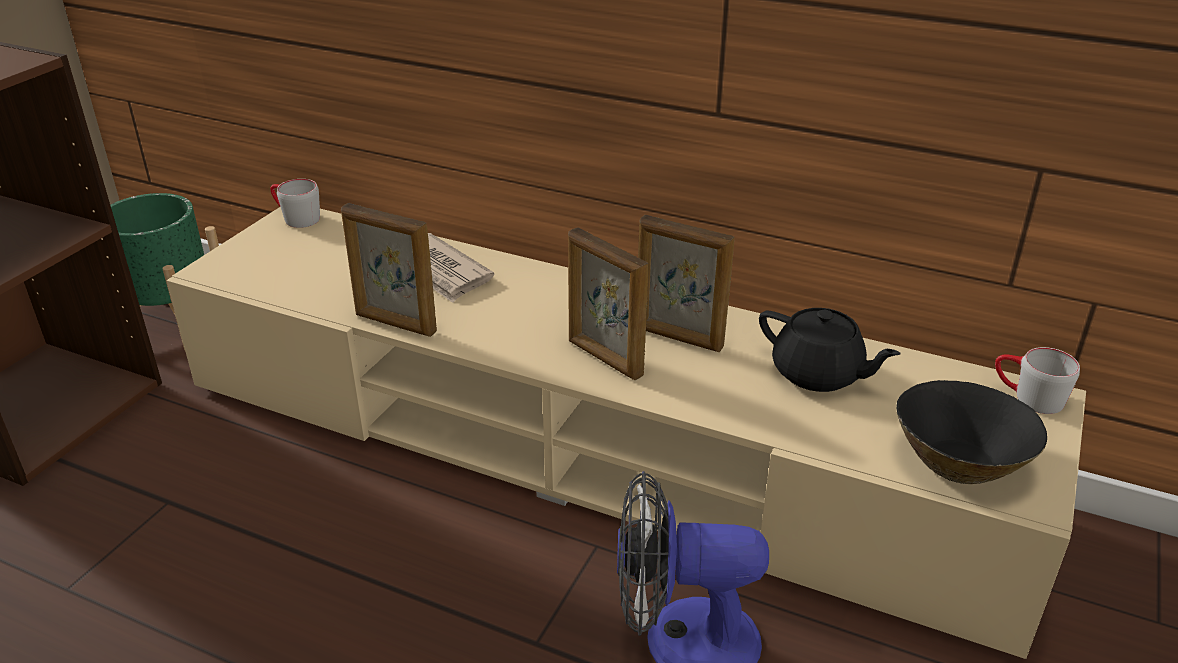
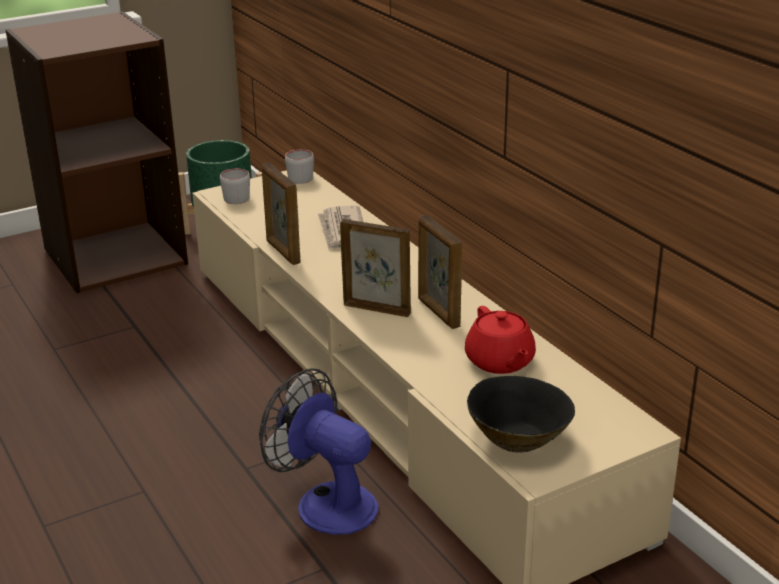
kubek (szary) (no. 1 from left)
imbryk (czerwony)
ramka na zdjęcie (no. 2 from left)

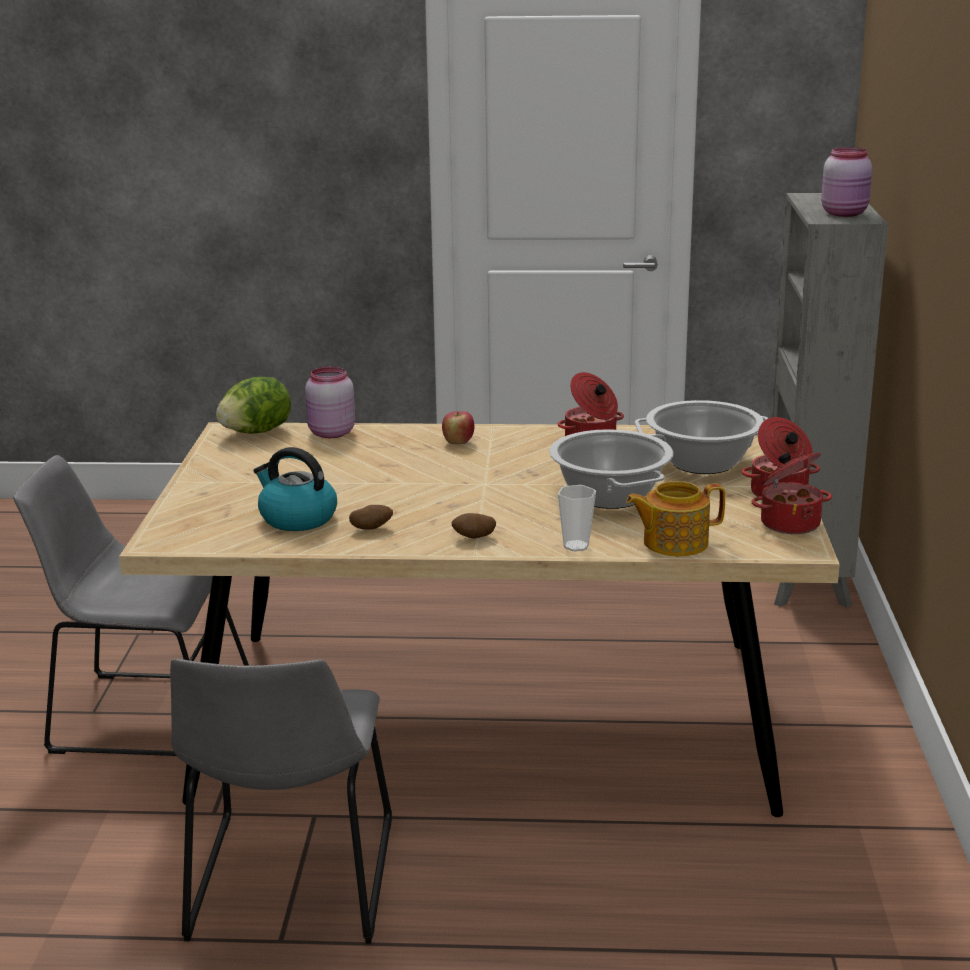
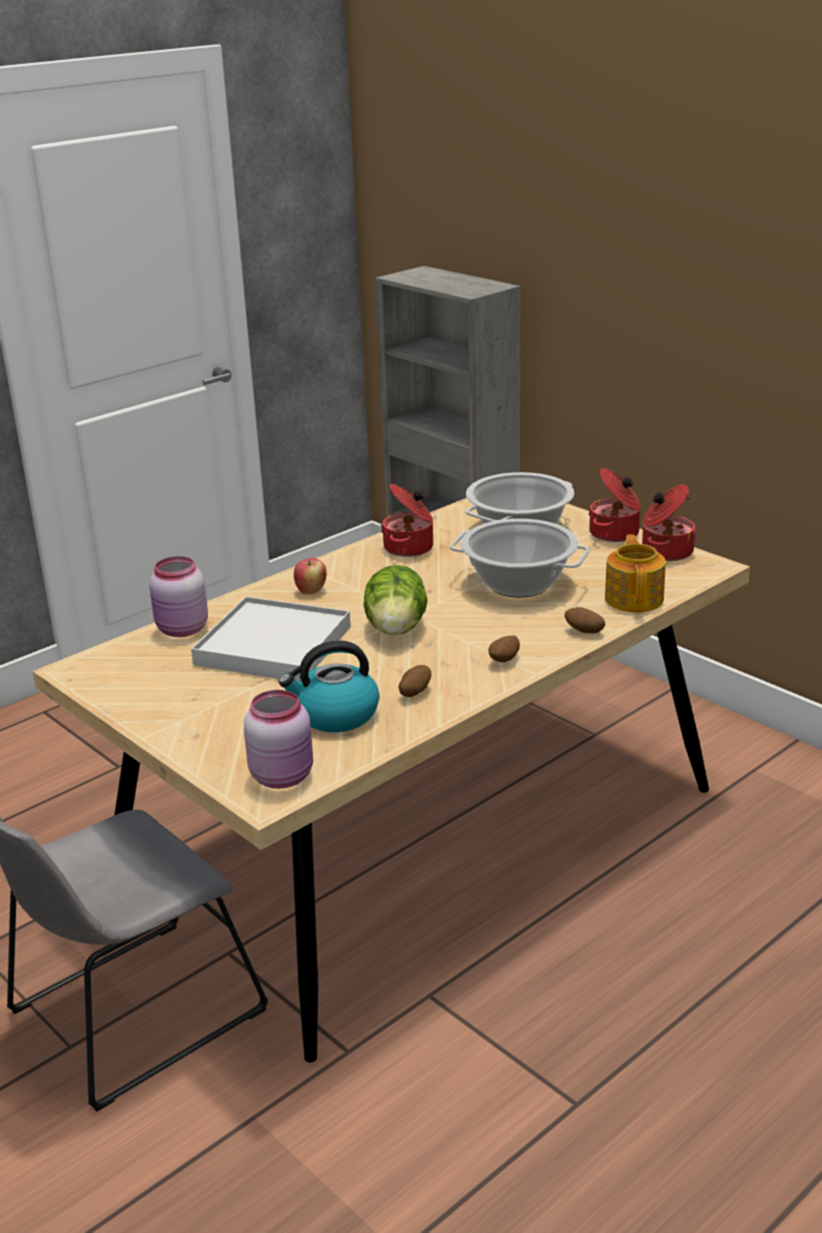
krzesło (szary) (no. 2 from left in the first image)
taca (biały)
sałata
słoik (różowy) (no. 2 from left)
ziemniak (no. 3 from left)
imbryk

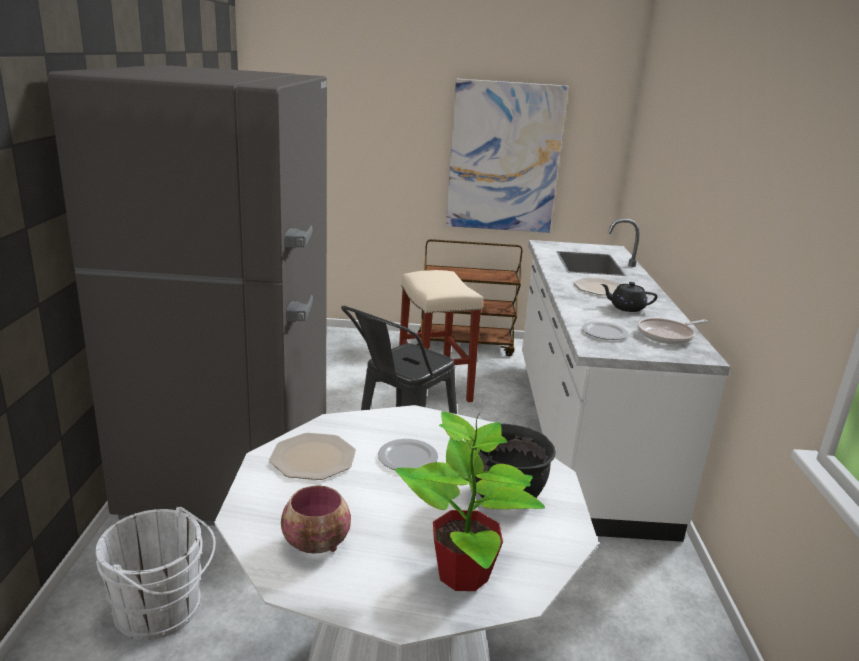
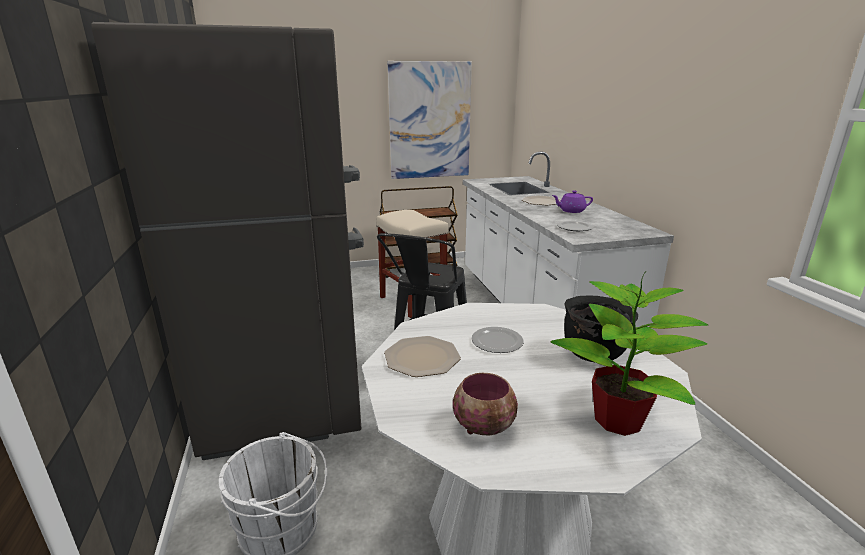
patelnia
imbryk (fioletowy)

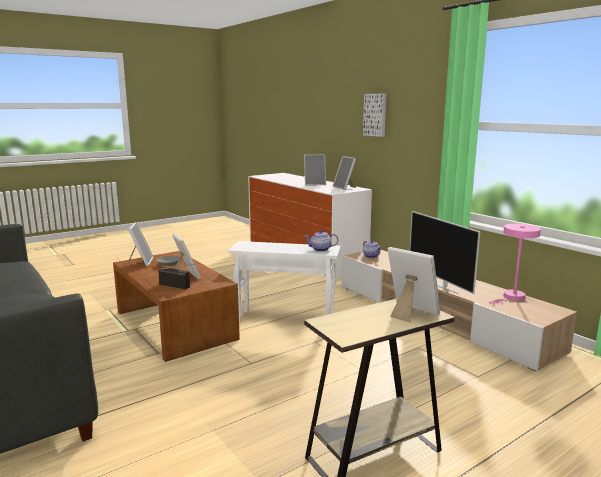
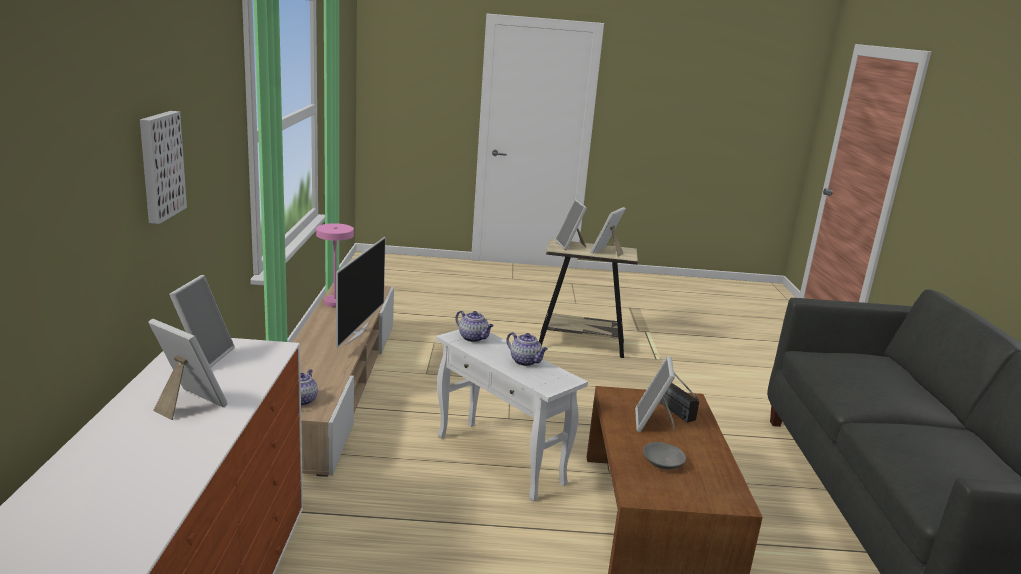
imbryk (no. 3 from left)
ramka na zdjęcie (no. 4 from left)

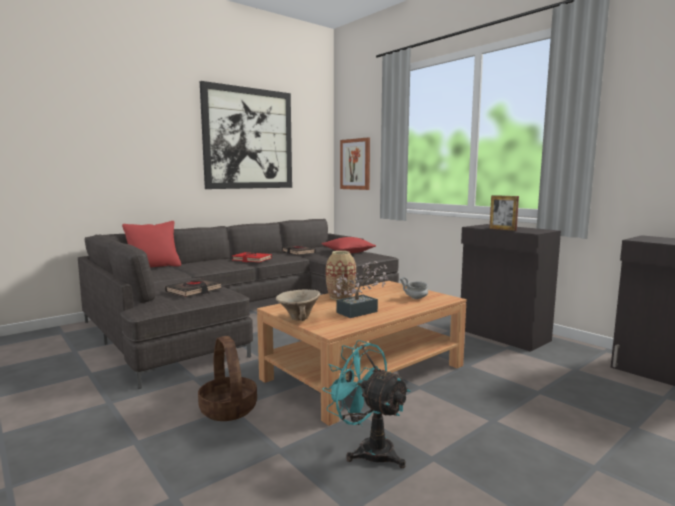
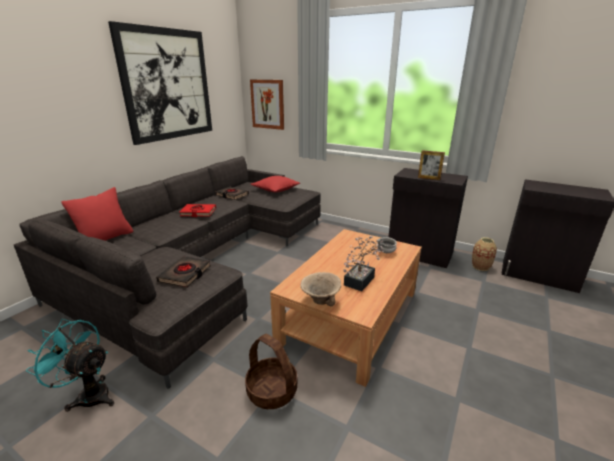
wentylator (turkusowy)
wazon

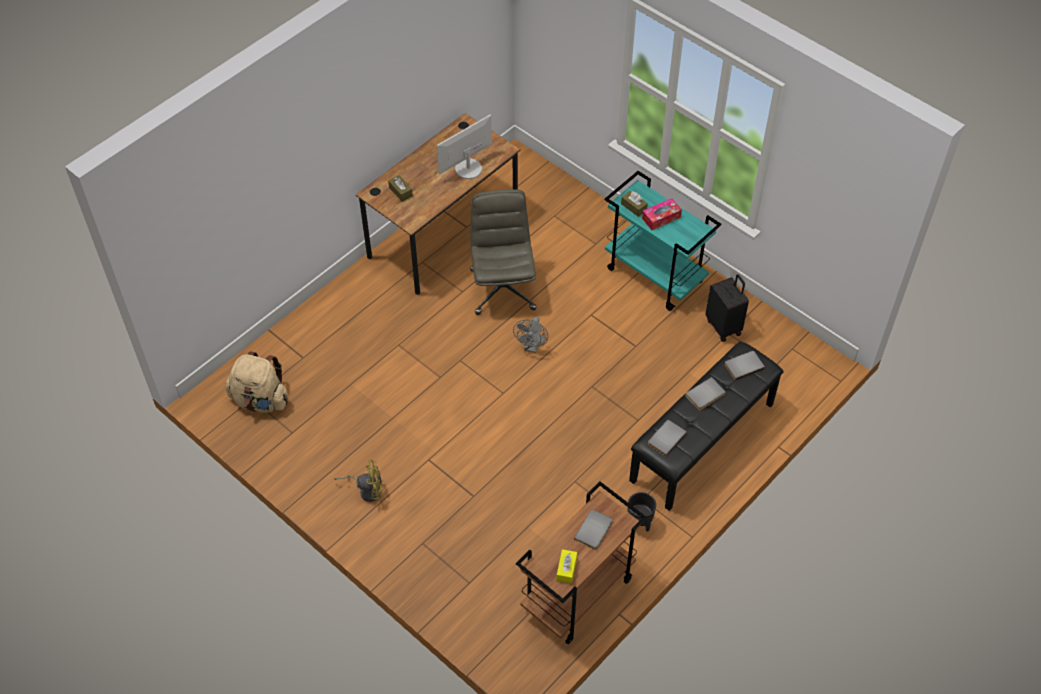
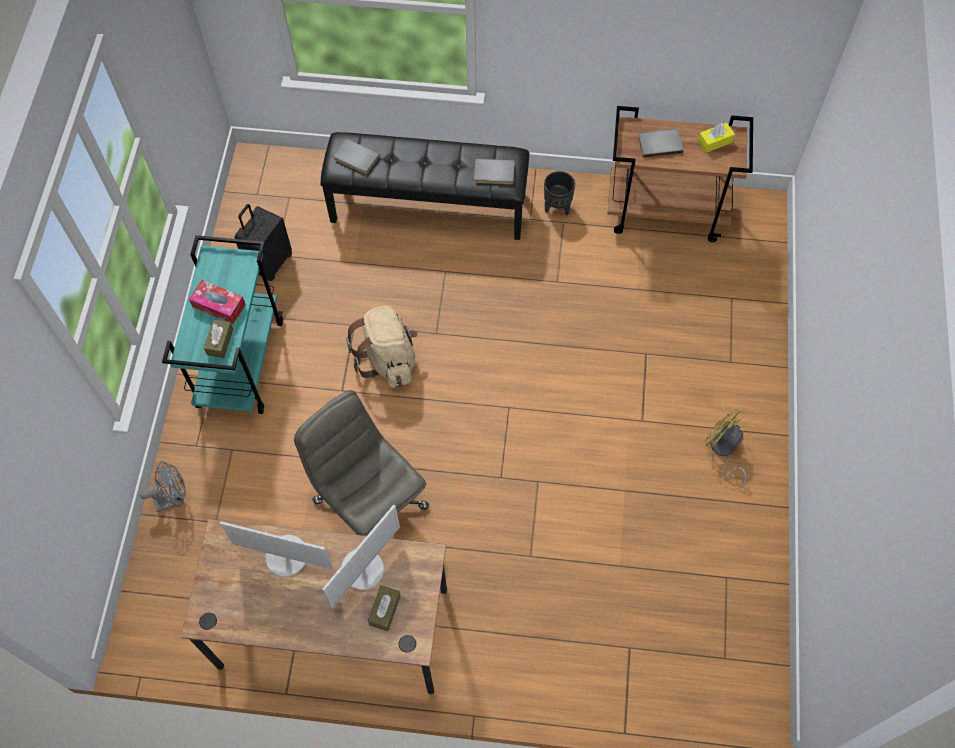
książka (szary) (no. 3 from left in the first image)
monitor (no. 2 from left)
plecak (beżowy)
wentylator (szary)
krzesło biurowe (szary)

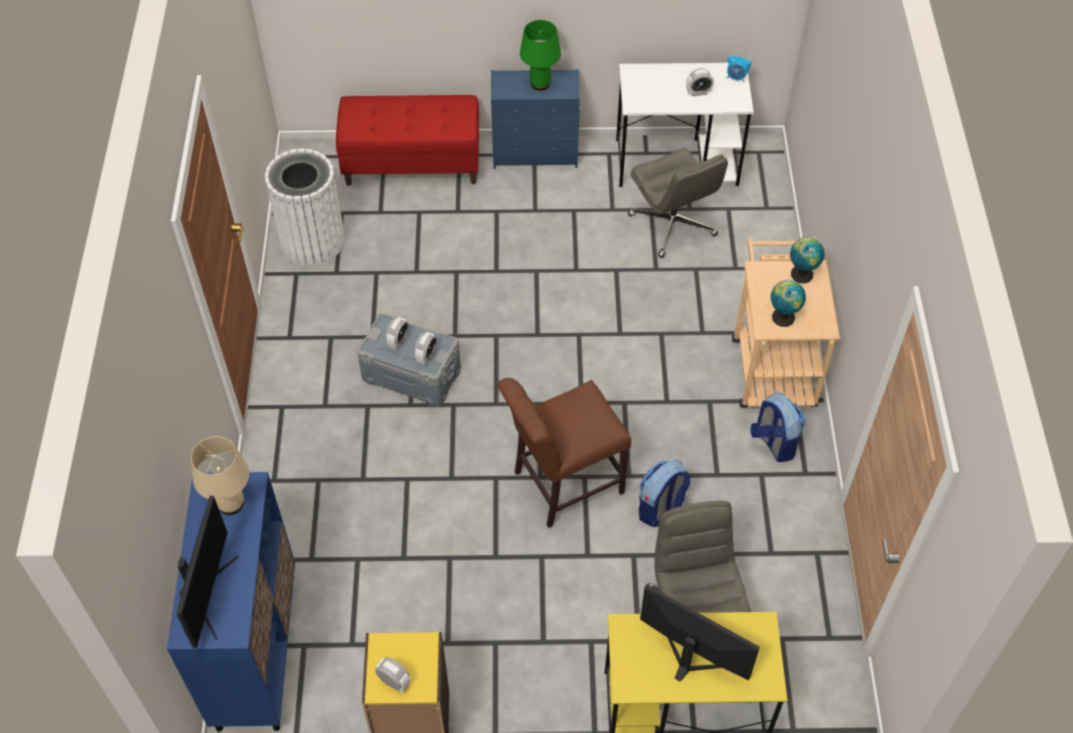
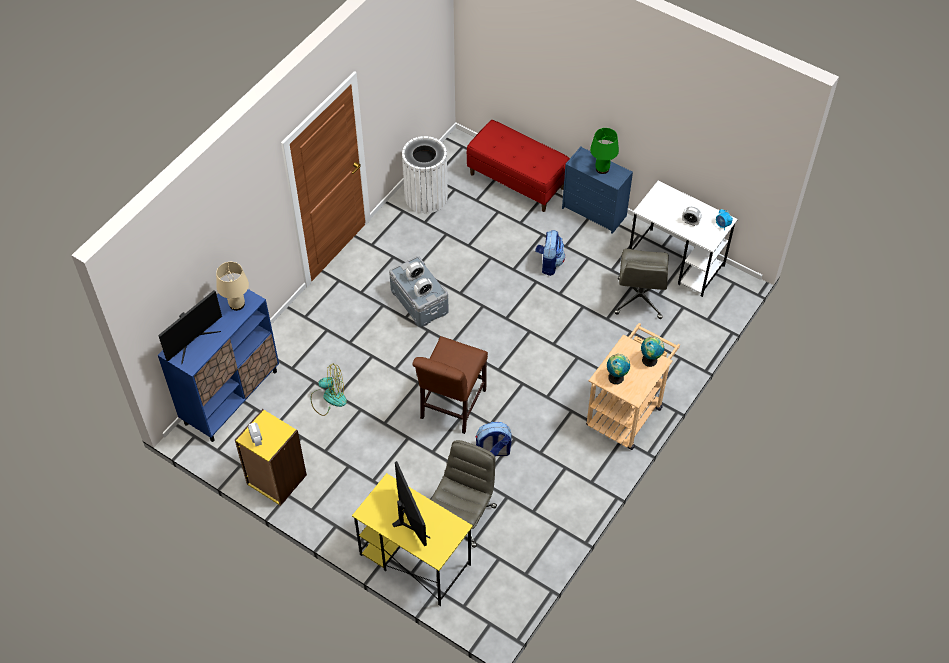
wentylator
plecak (no. 2 from left)
krzesło (brązowy)

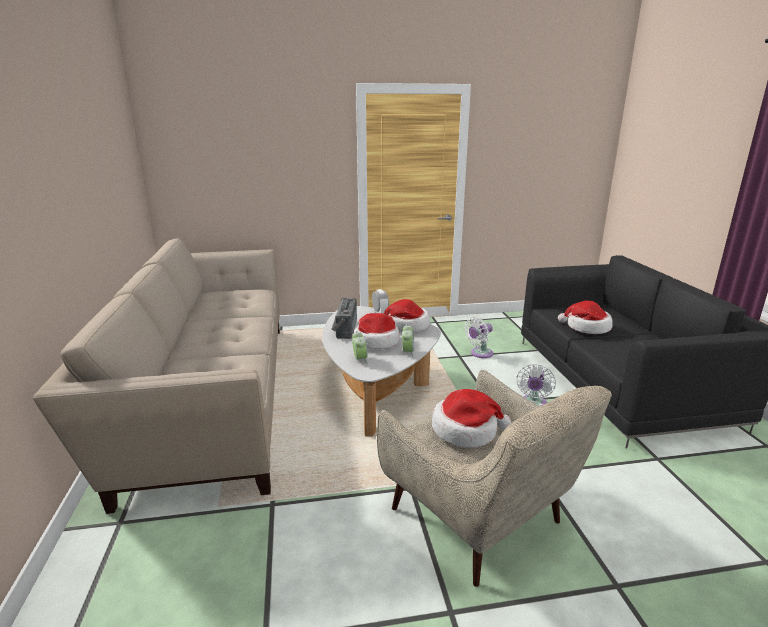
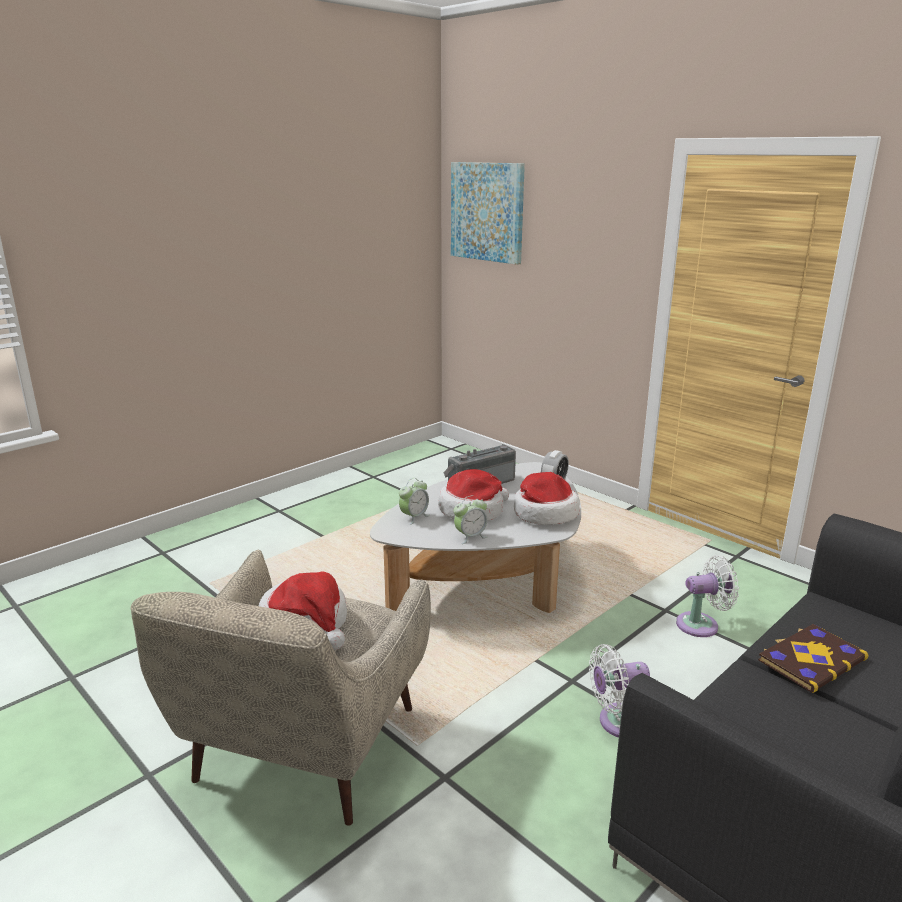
kanapa (beżowy)
obraz
książka
wentylator (biały) (no. 2 from left)

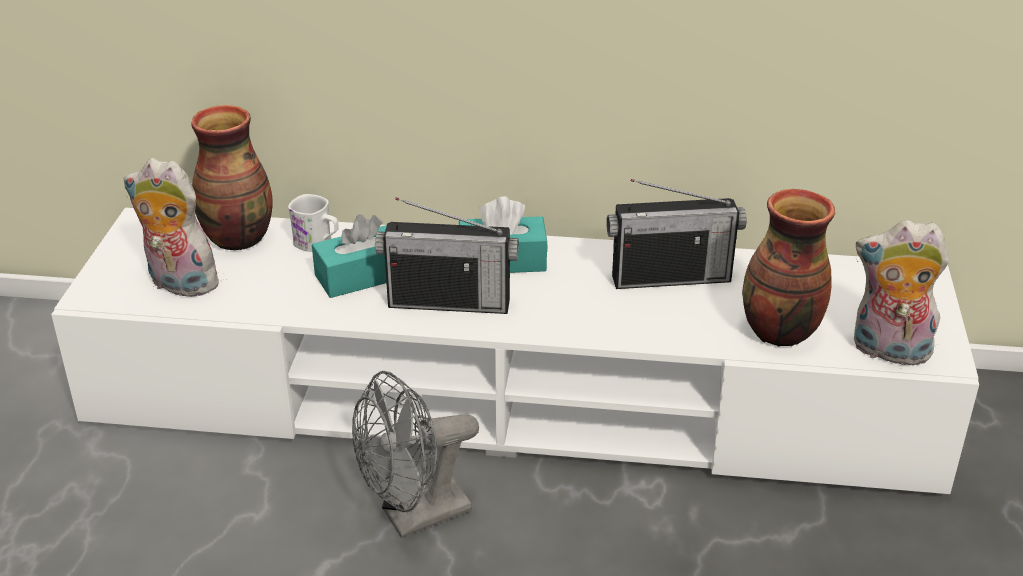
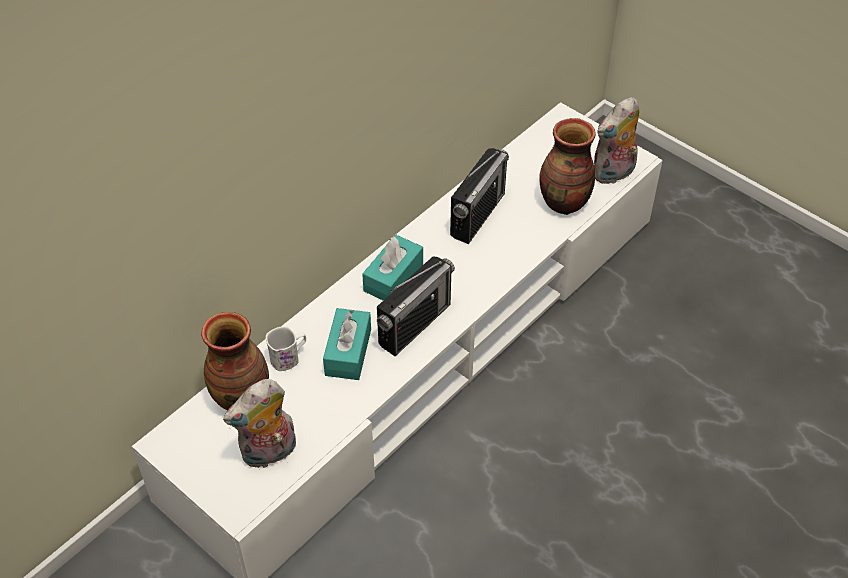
wentylator (szary)

